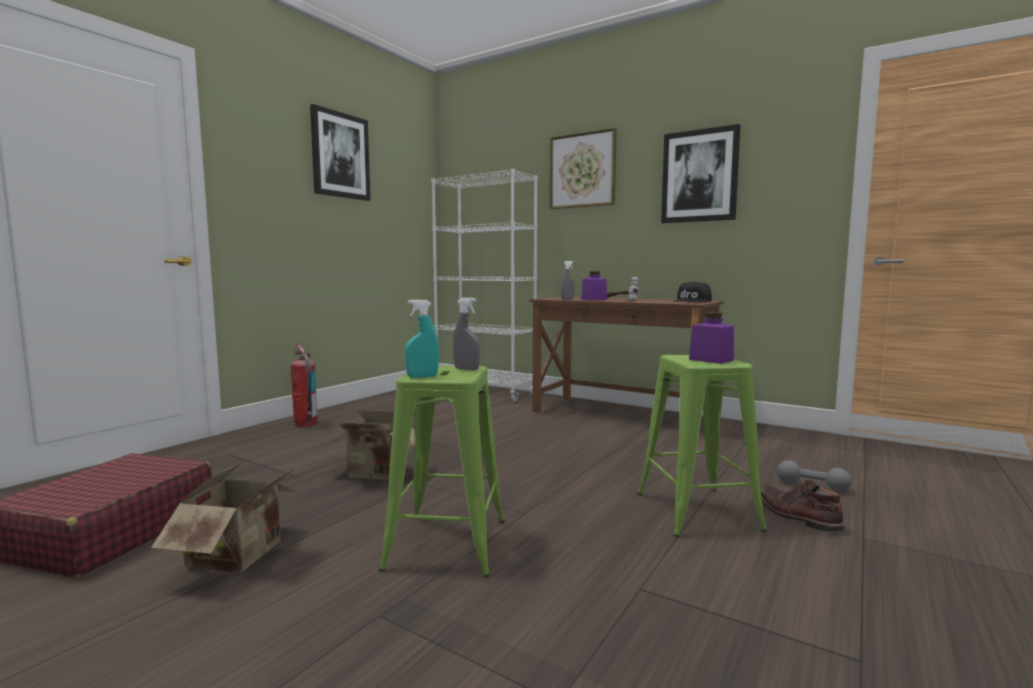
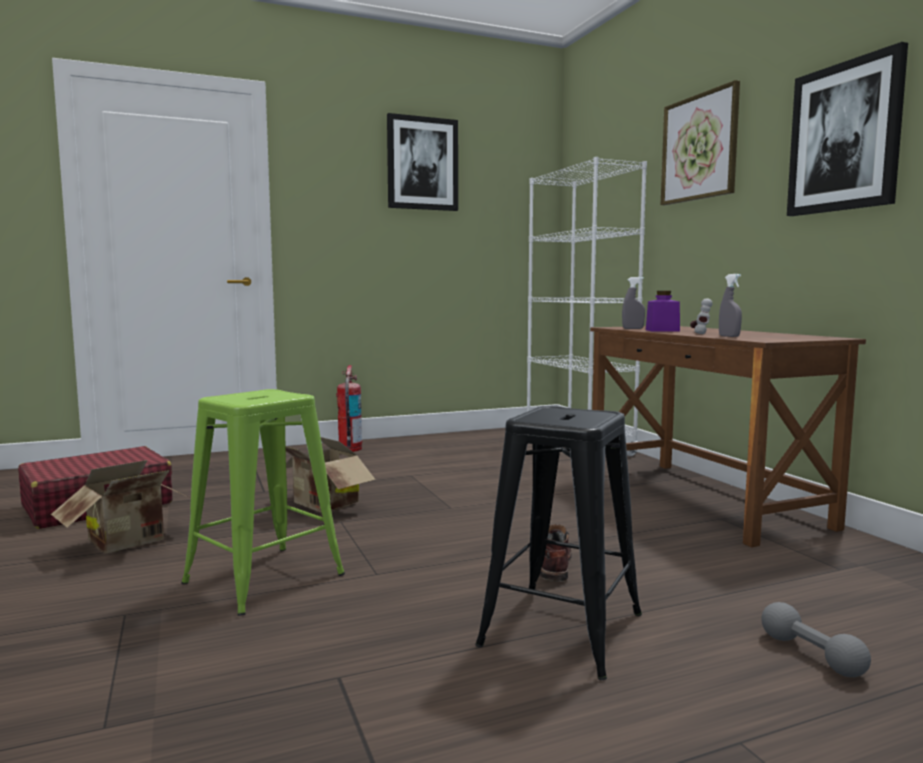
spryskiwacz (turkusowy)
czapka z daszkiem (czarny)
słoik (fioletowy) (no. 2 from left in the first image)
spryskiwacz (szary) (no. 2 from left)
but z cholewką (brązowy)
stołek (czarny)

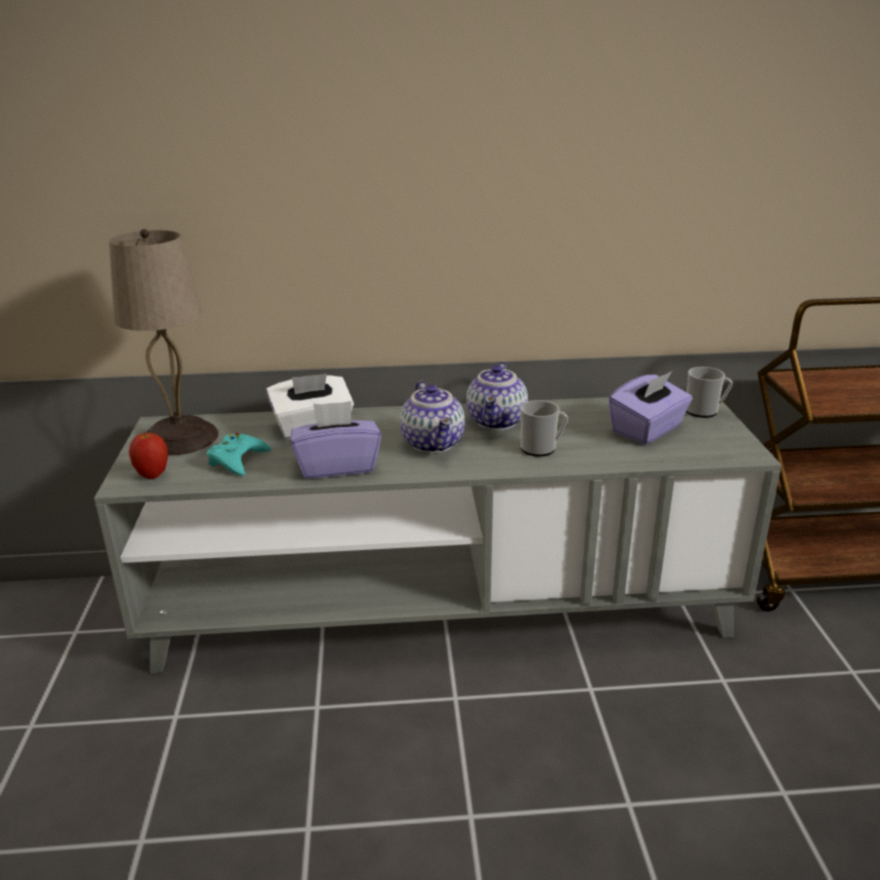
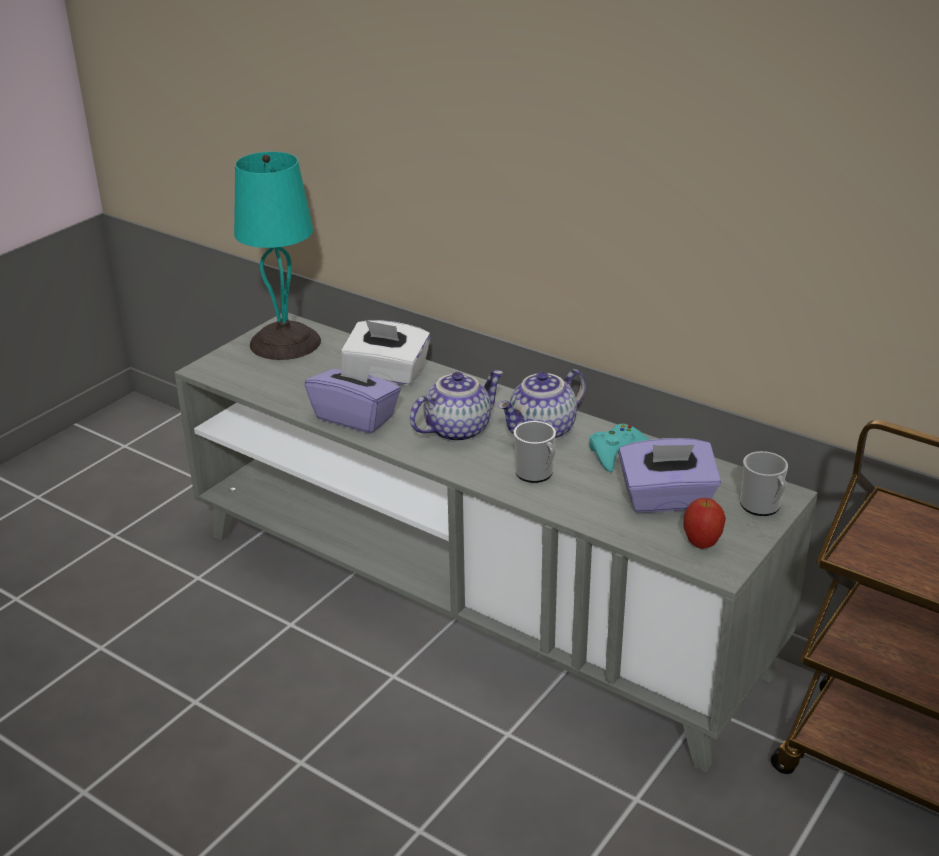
jabłko
pad do gier (turkusowy)
lampa stołowa (turkusowy)
imbryk (no. 1 from left)

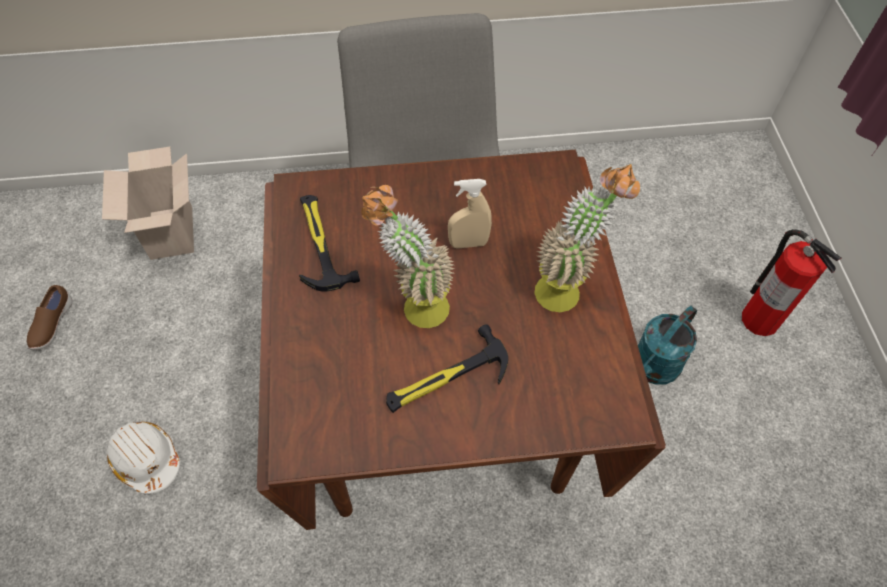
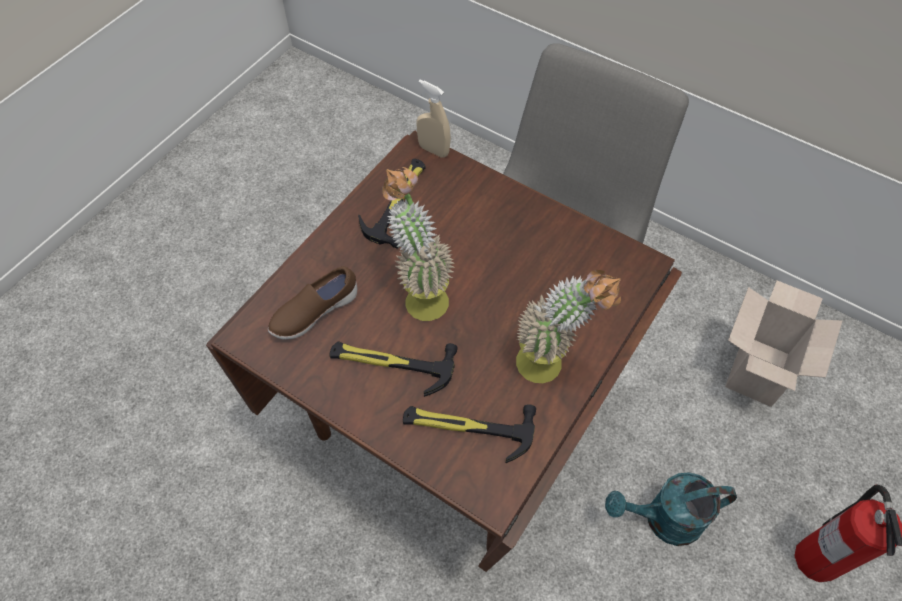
kask (biały)
młotek (no. 3 from left)
but (brązowy)
karton
spryskiwacz (beżowy)

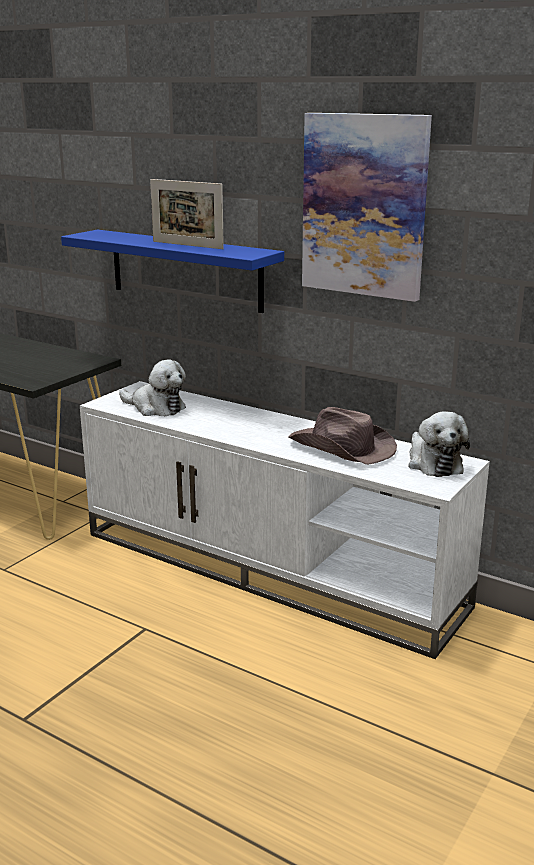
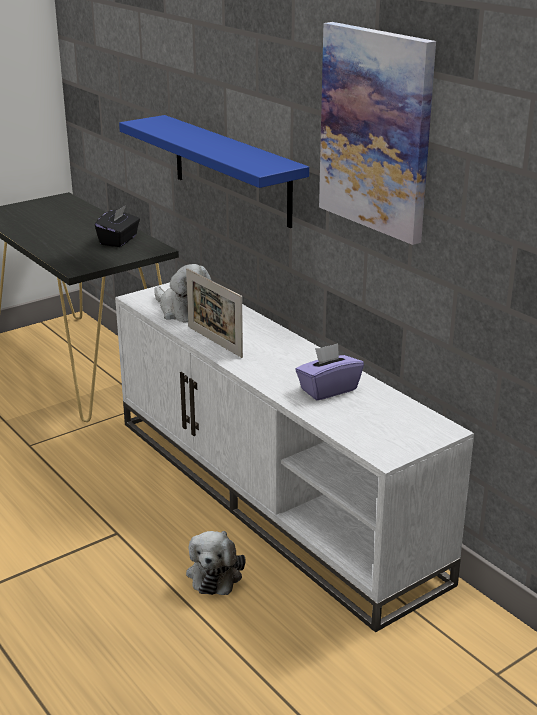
pudełko chusteczek (czarny)
ramka na zdjęcie
pluszak (no. 2 from left)
pudełko chusteczek (fioletowy)

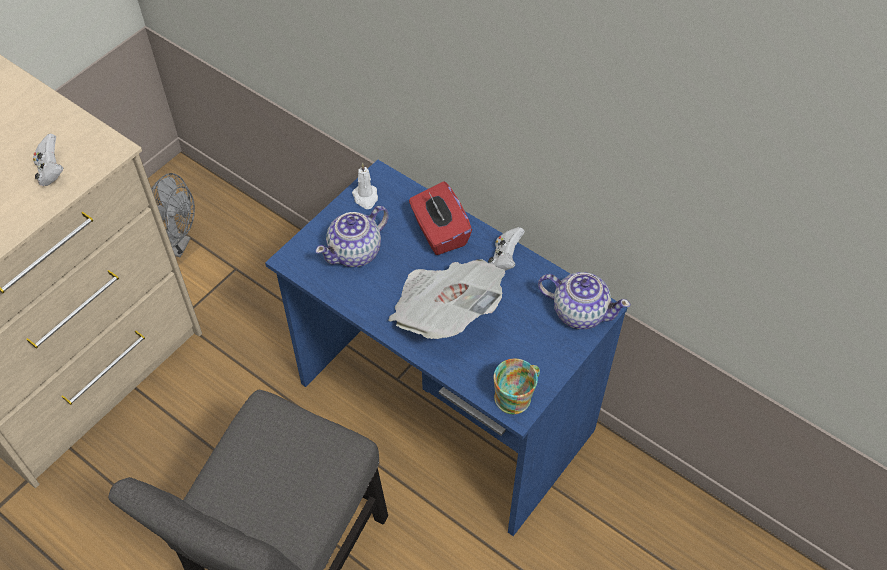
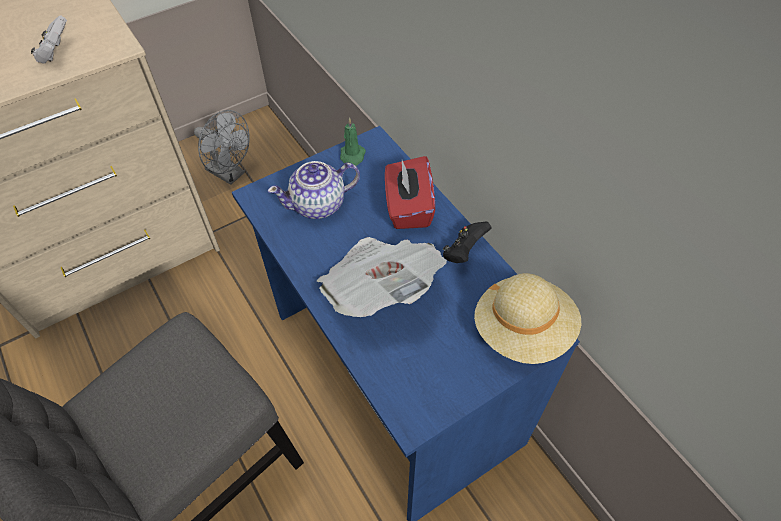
kubek
kapelusz (beżowy)
świeca (zielony)
pad do gier (czarny)

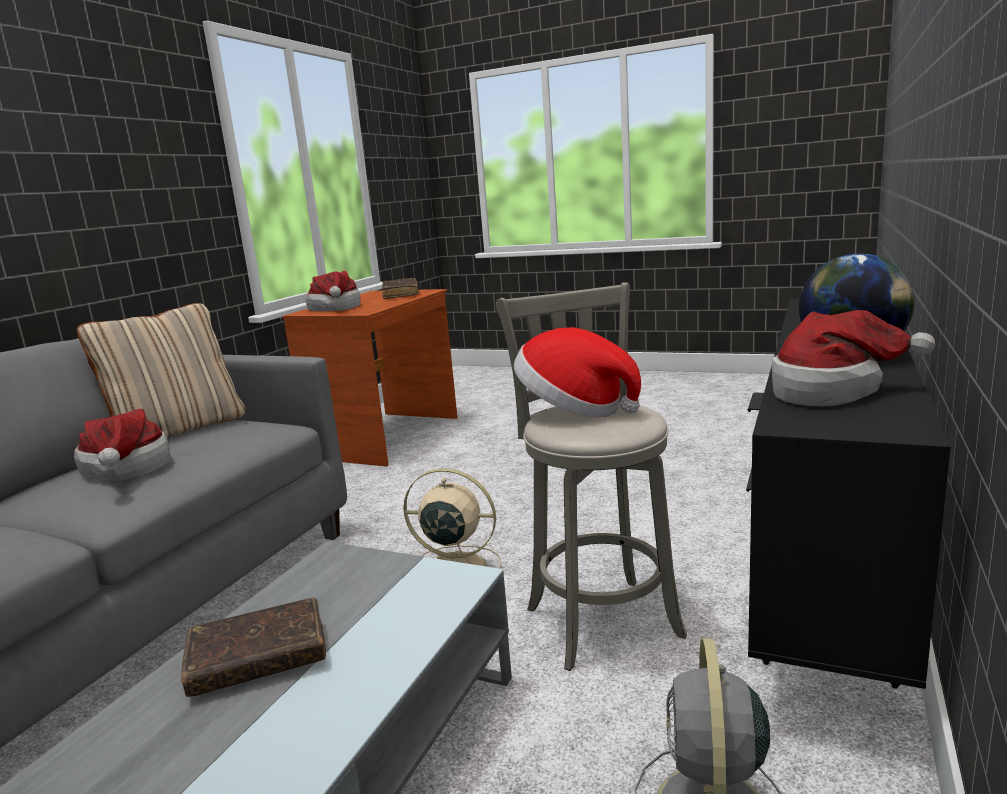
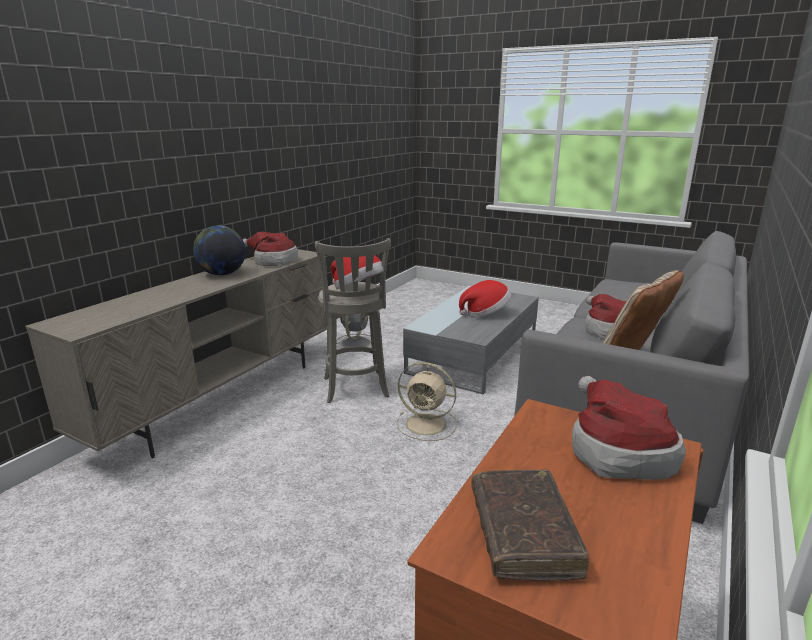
kapelusz (no. 3 from left)
szafka pod telewizor (beżowy)

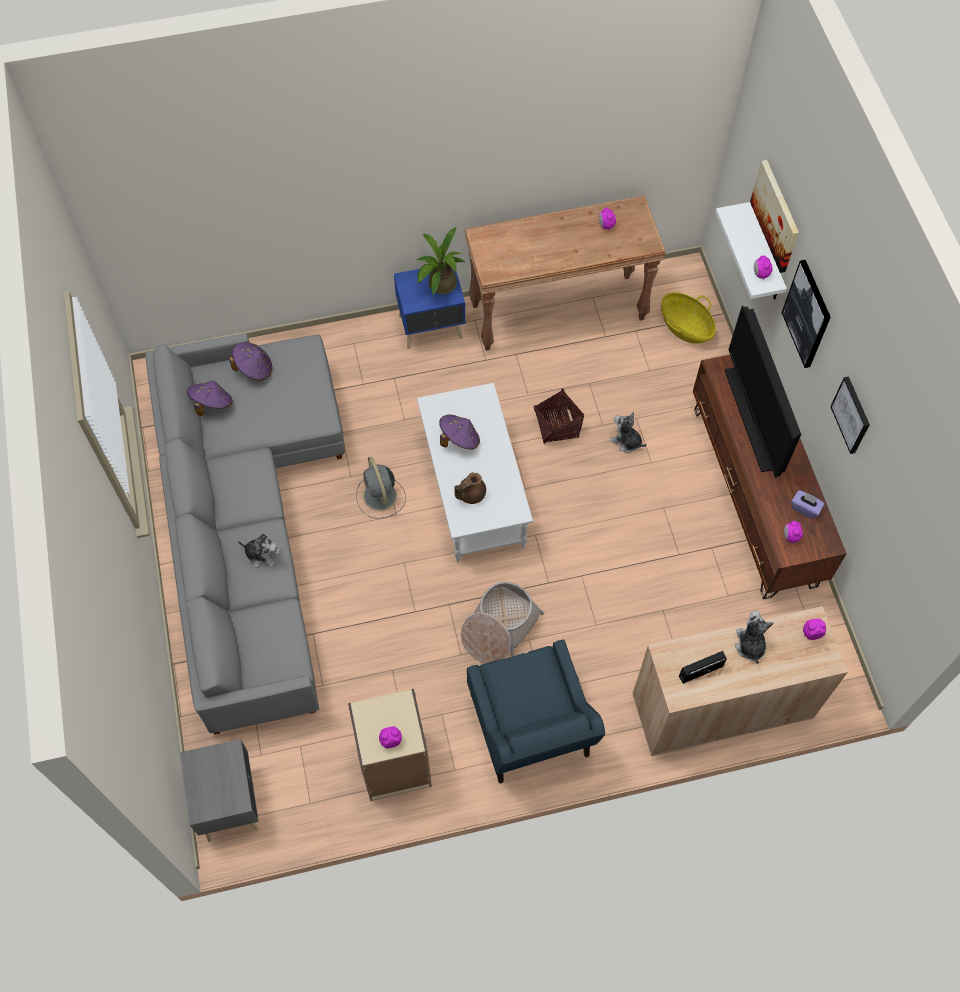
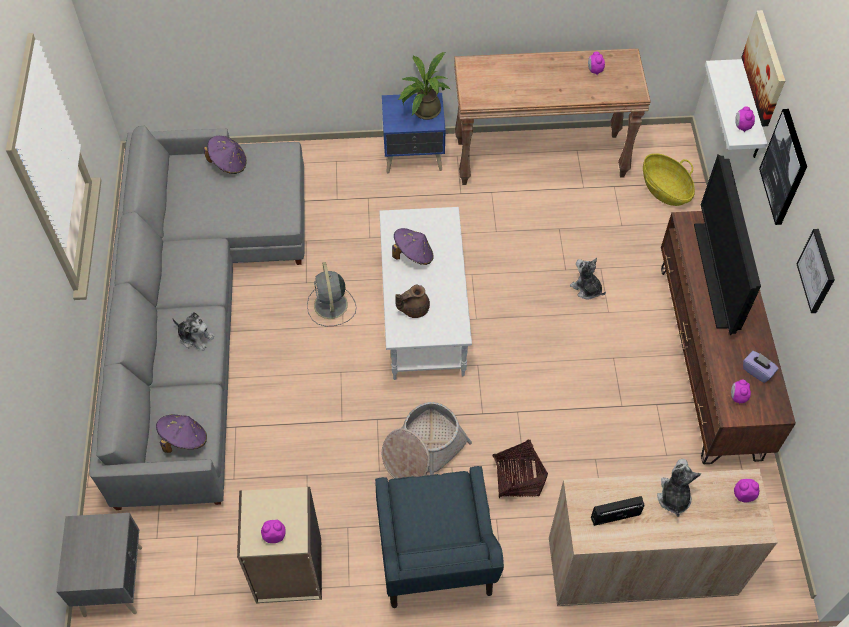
kapelusz (fioletowy) (no. 1 from left)
koszyk (no. 2 from left)

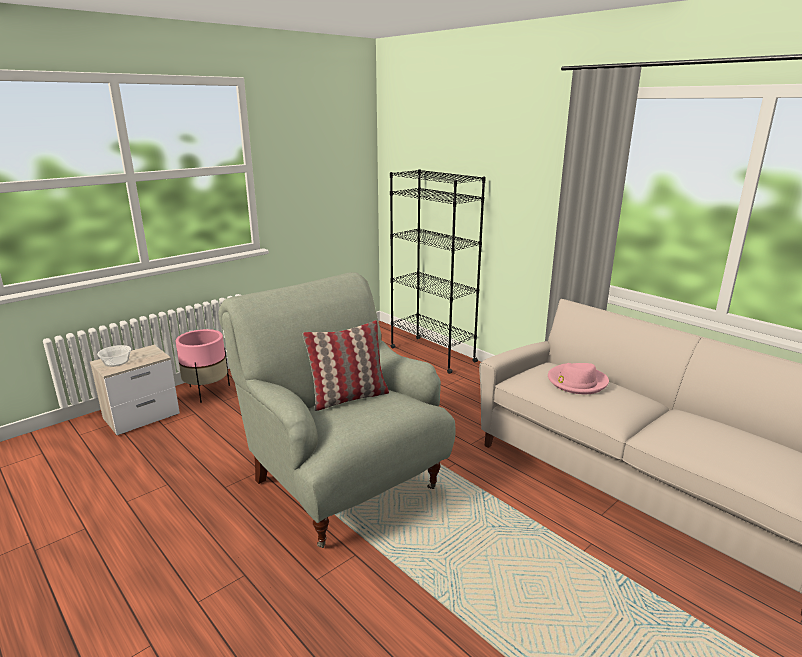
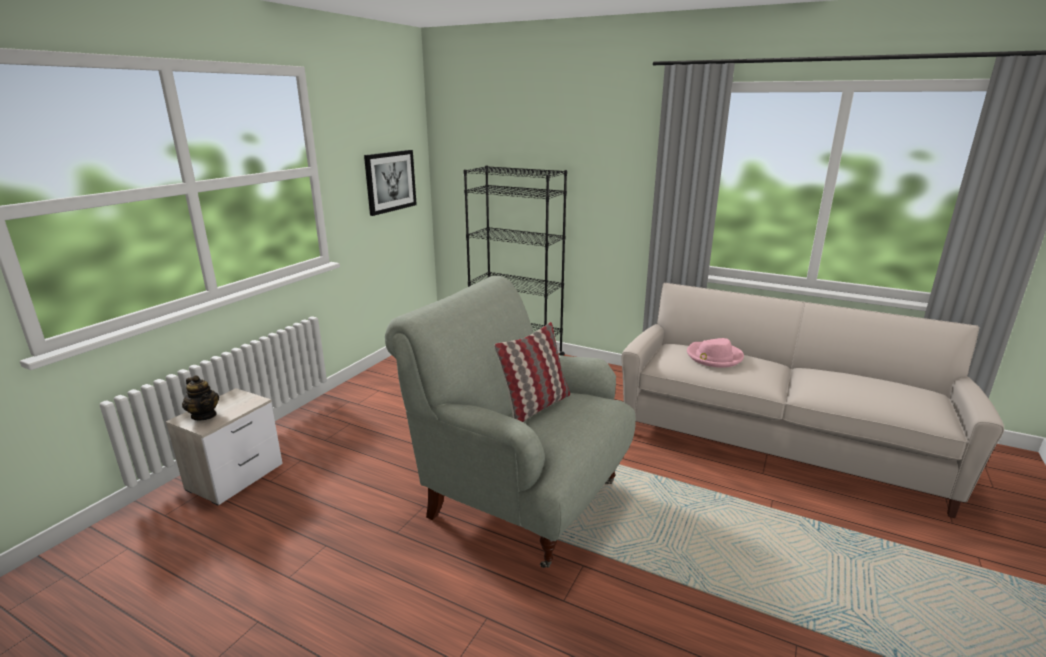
donica (różowy)
obraz
imbryk

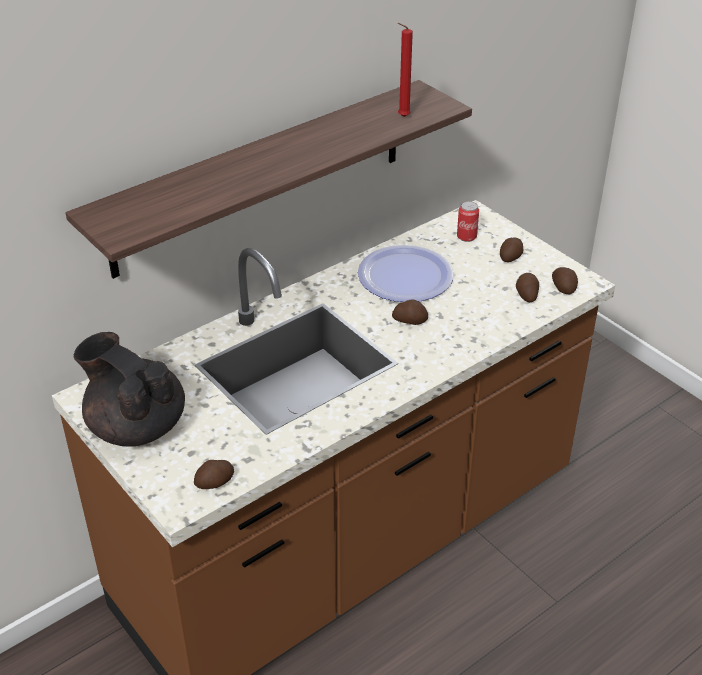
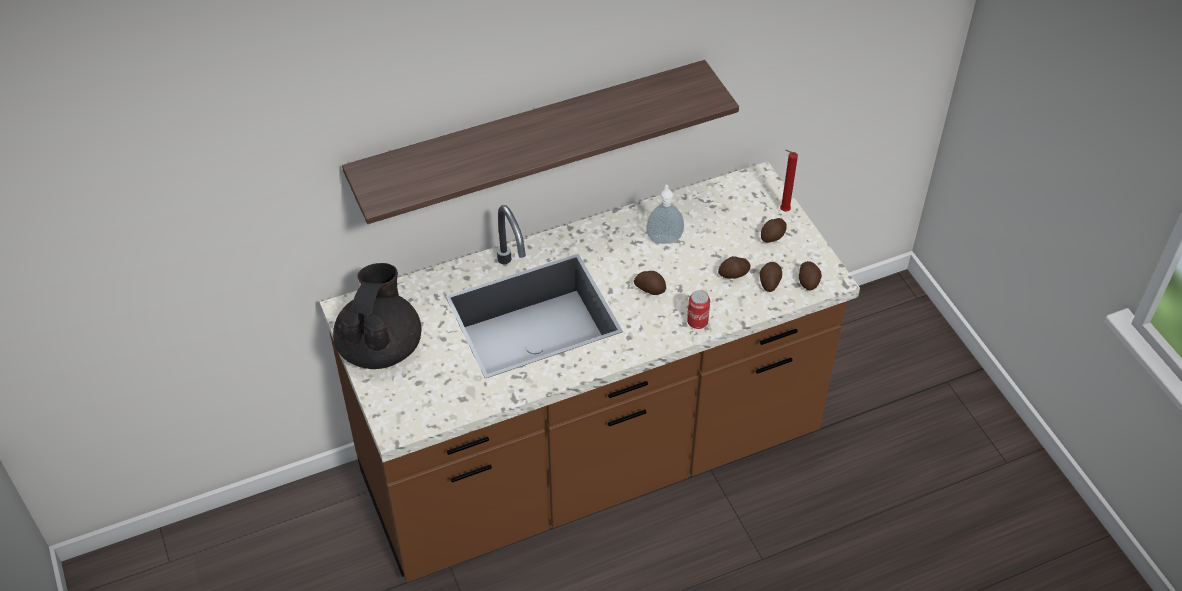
ziemniak (no. 2 from left)
świeca (czerwony)
puszka
dozownik mydła
imbryk (czarny)

